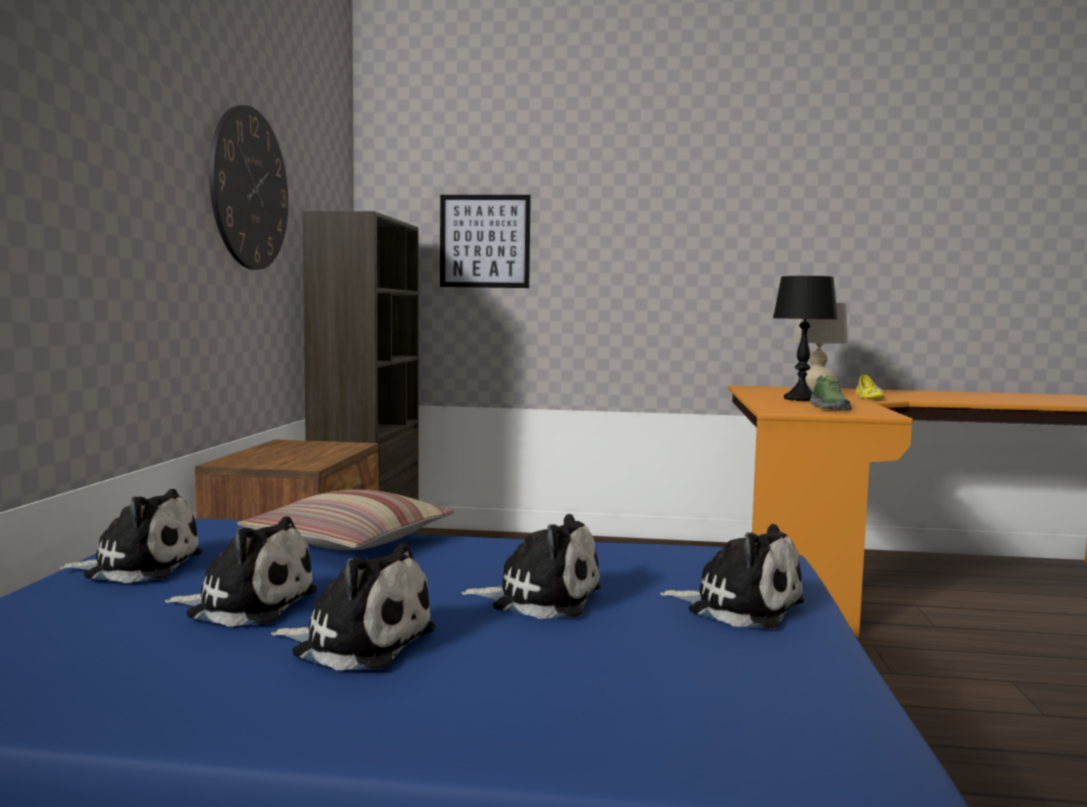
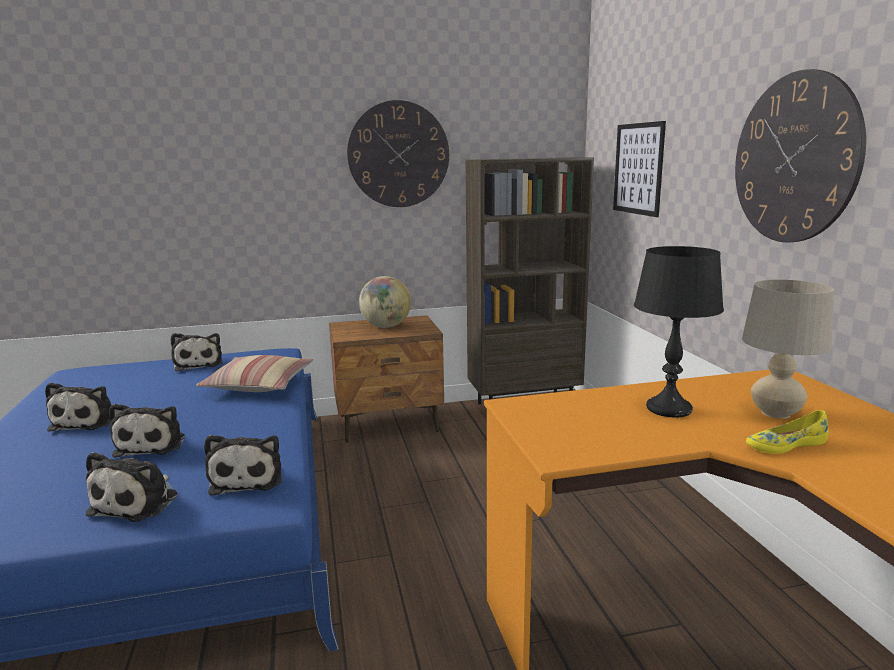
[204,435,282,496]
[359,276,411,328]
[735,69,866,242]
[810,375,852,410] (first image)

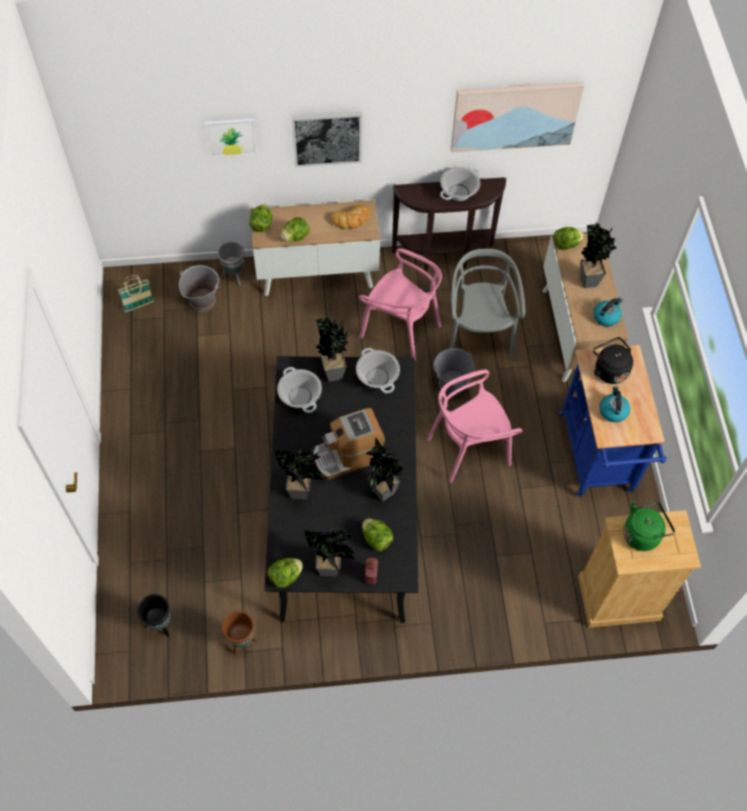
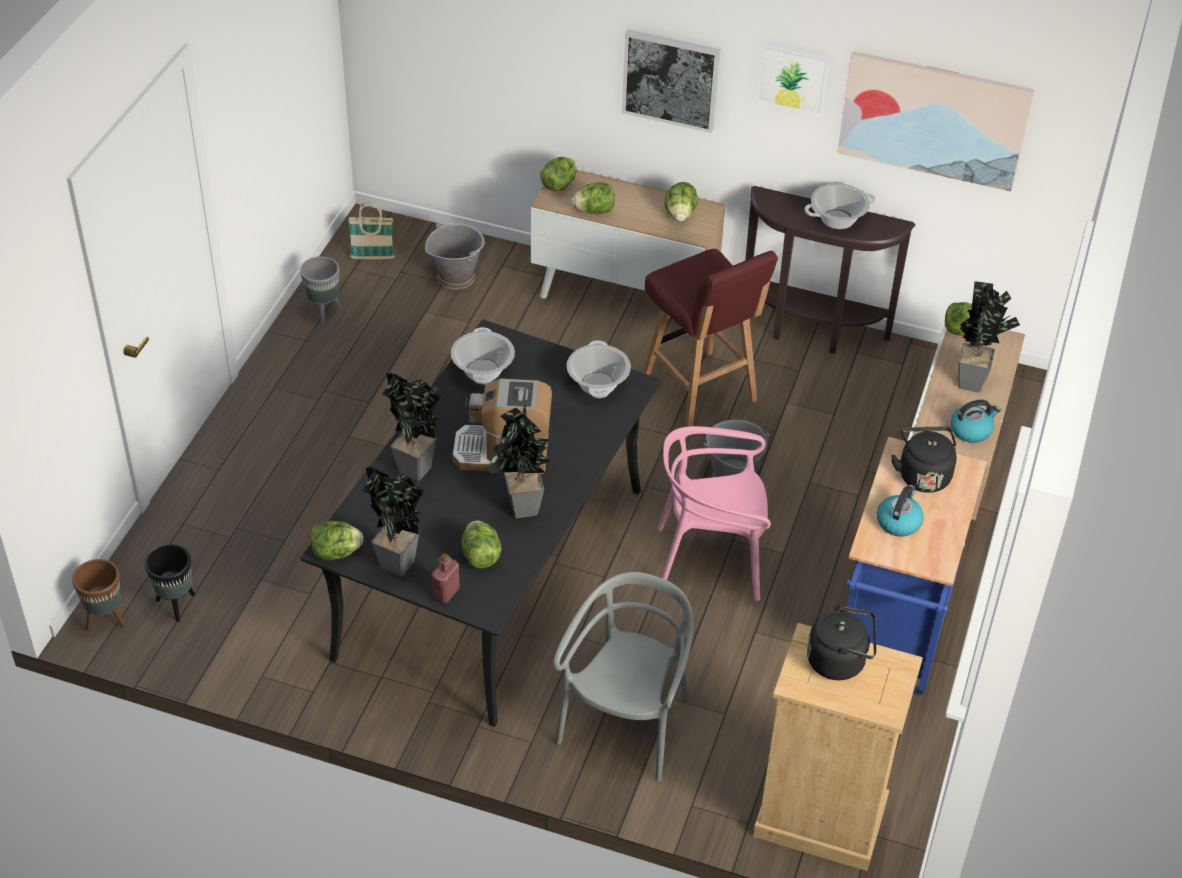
[72,559,126,631]
[300,256,341,326]
[553,572,694,781]
[643,249,778,427]
[664,182,698,222]
[756,43,830,116]
[807,604,876,680]
[316,317,353,382] (first image)

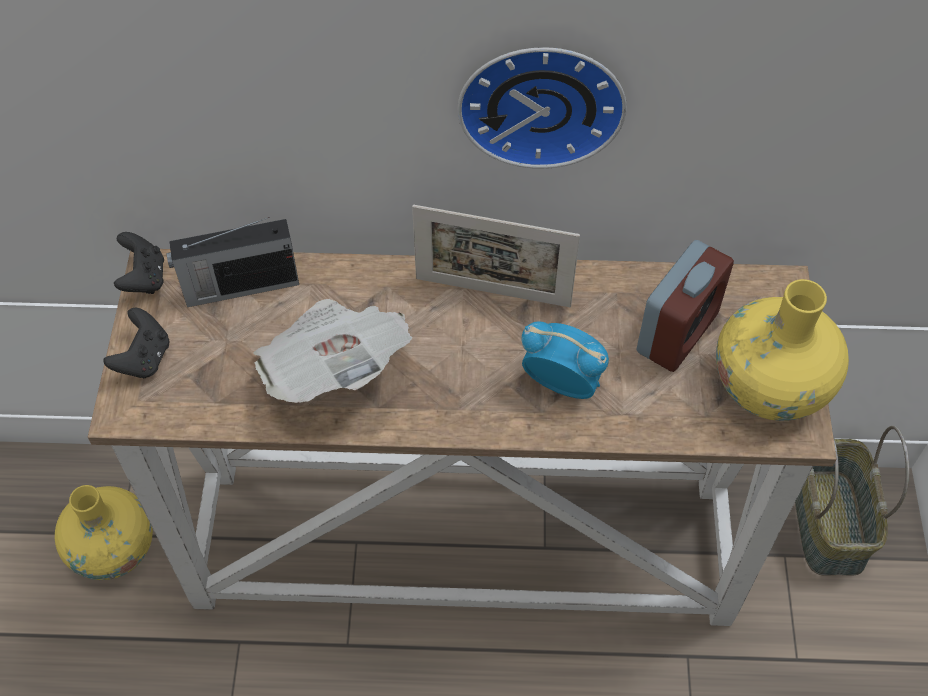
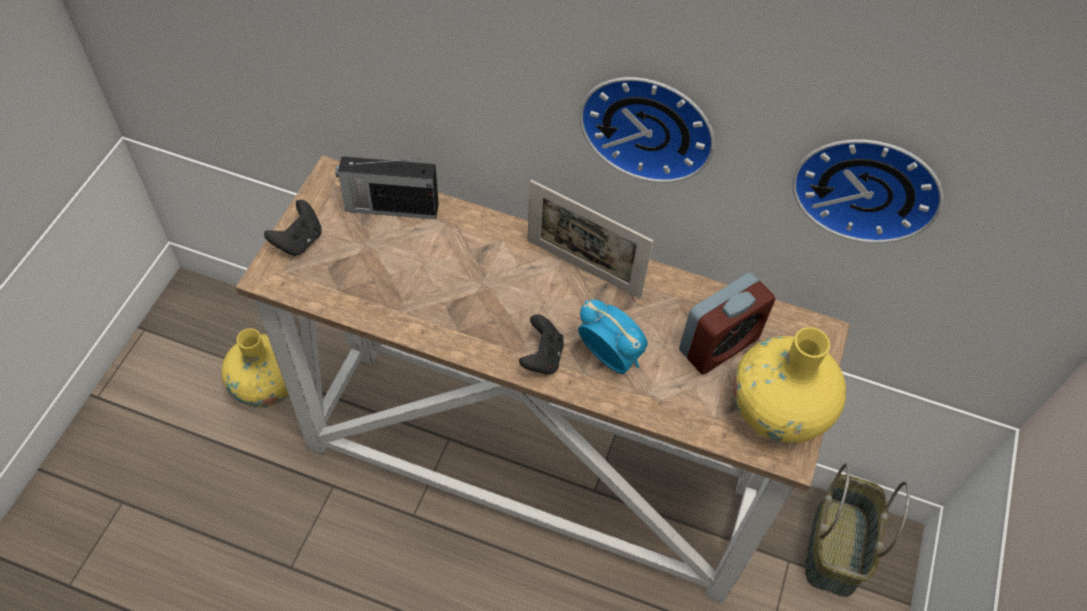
[519,314,564,374]
[792,139,943,243]
[253,299,412,403] (first image)

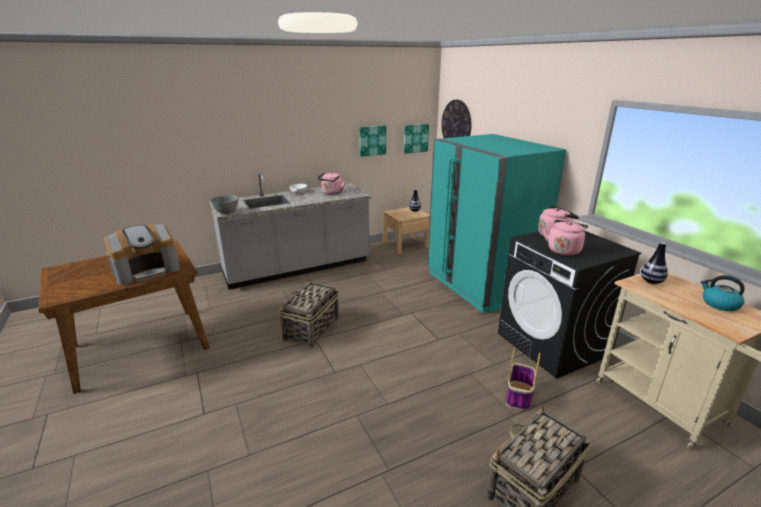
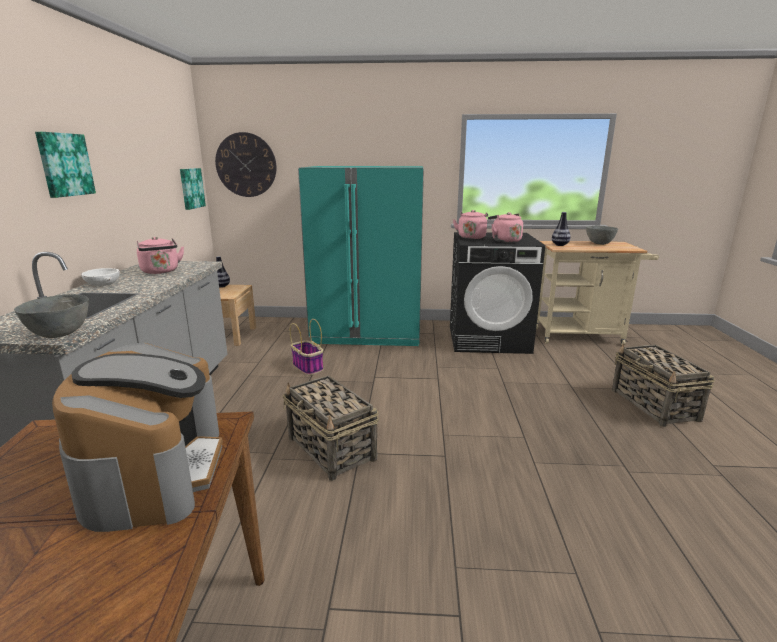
[35,132,96,198]
[290,319,323,375]
[586,226,618,245]

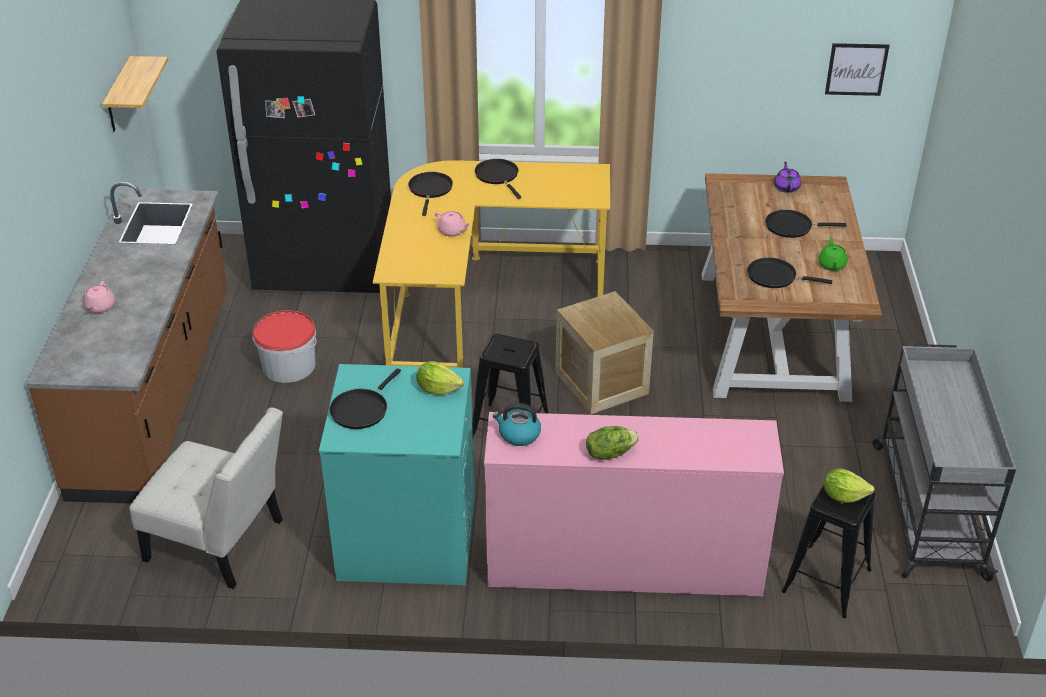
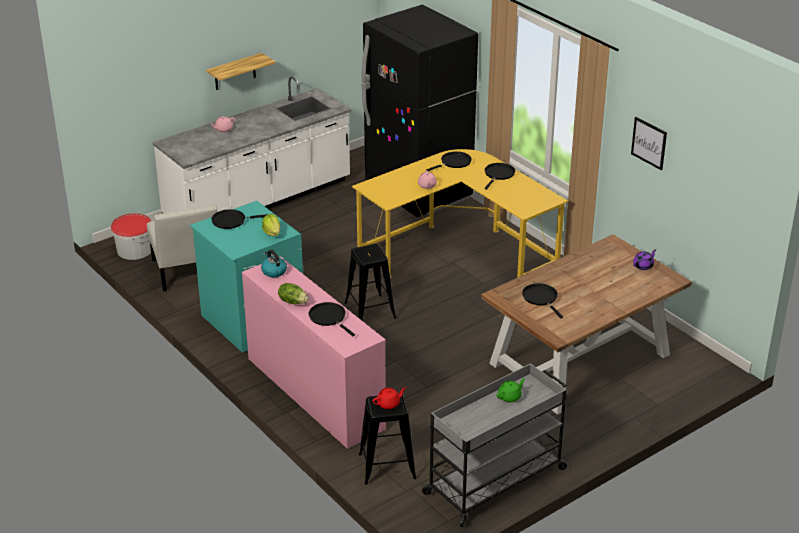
[111,213,151,260]
[153,76,352,214]
[206,53,275,90]
[309,302,355,337]
[373,387,406,409]
[496,378,525,402]
[631,117,667,170]
[555,291,654,414] (first image)

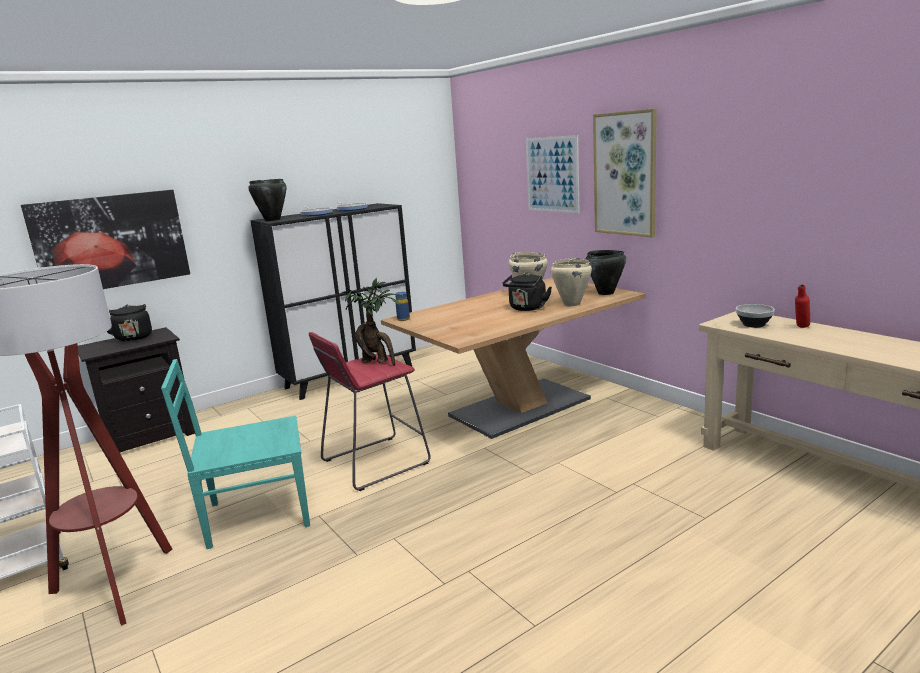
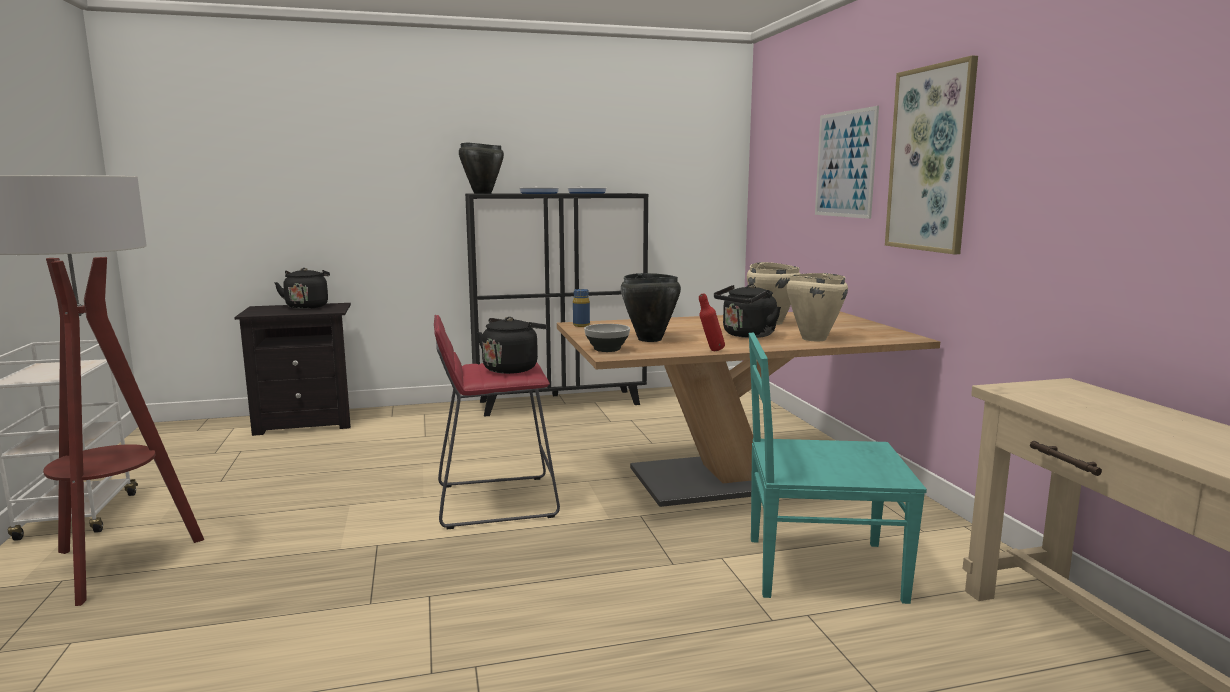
[477,317,547,374]
[584,324,630,352]
[621,273,681,342]
[699,293,725,351]
[749,333,927,604]
[21,190,190,289] (first image)

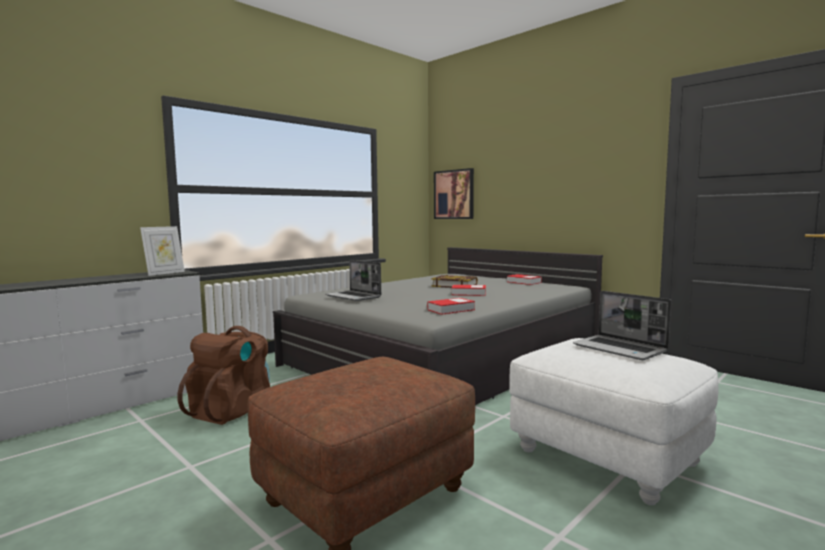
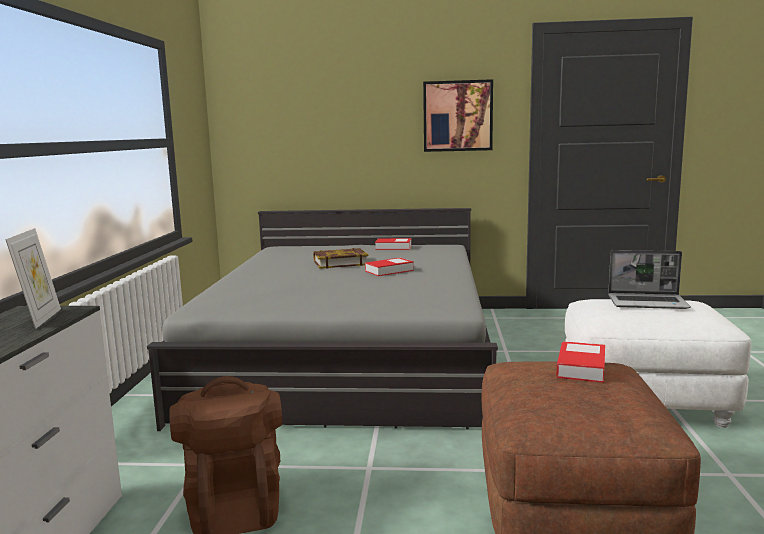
[423,79,493,152]
[556,341,605,383]
[325,260,381,301] (first image)

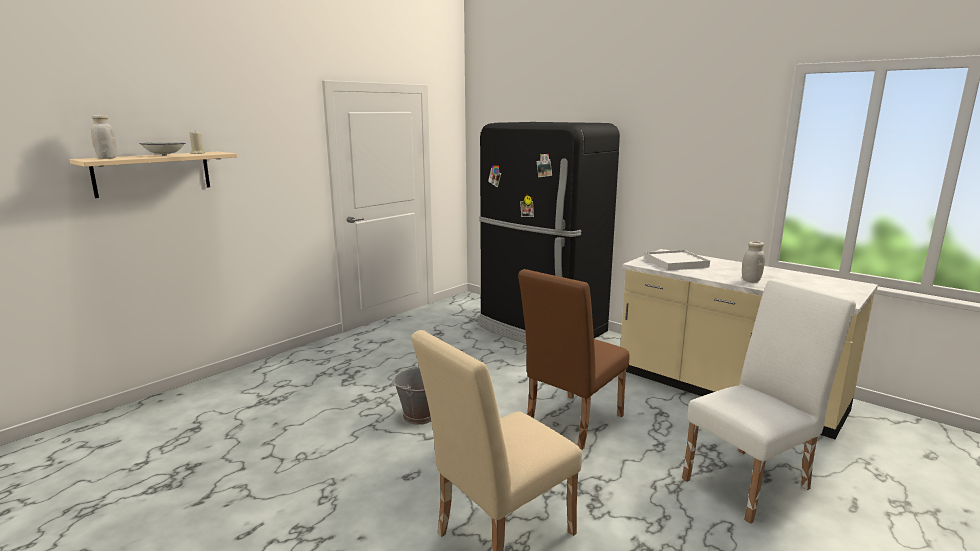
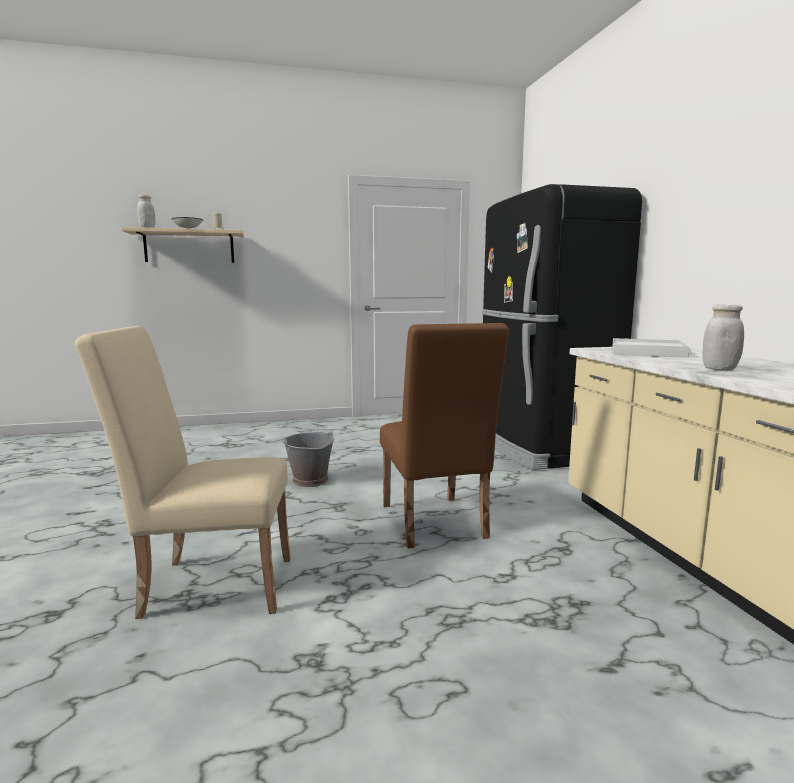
[380,323,509,548]
[682,279,856,524] (first image)

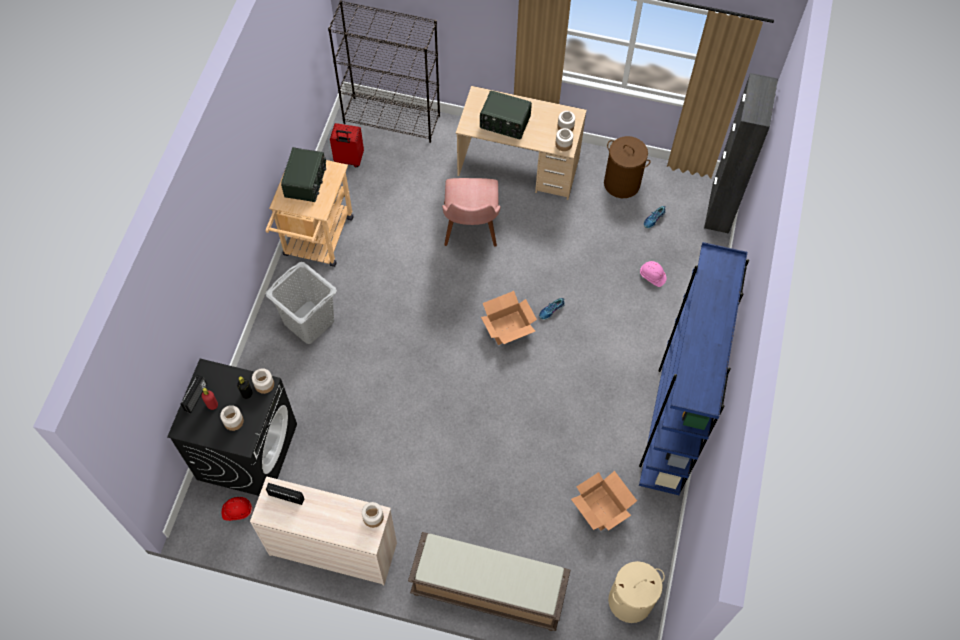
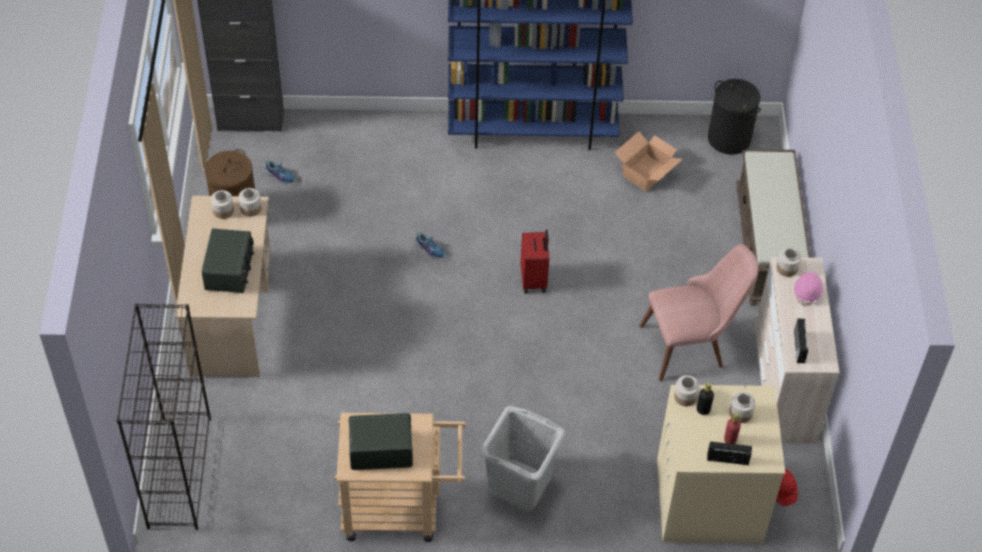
[521,229,549,293]
[639,244,759,381]
[657,385,785,543]
[708,79,761,155]
[794,272,823,307]
[481,291,537,345] (first image)

